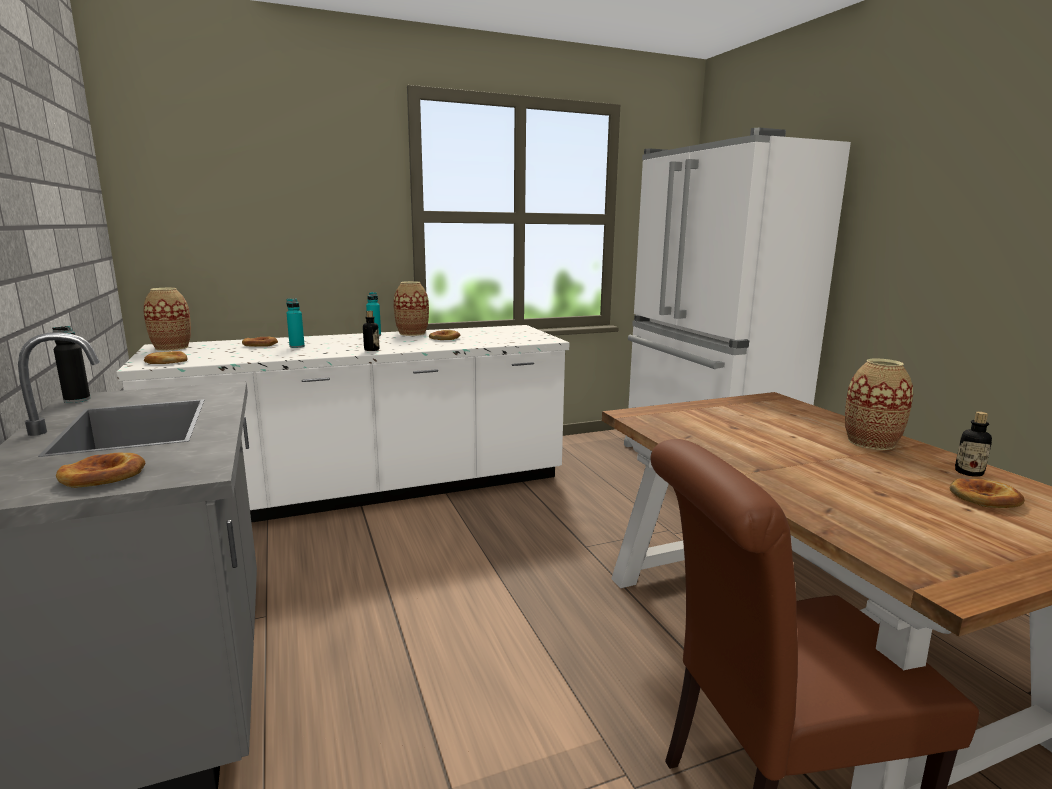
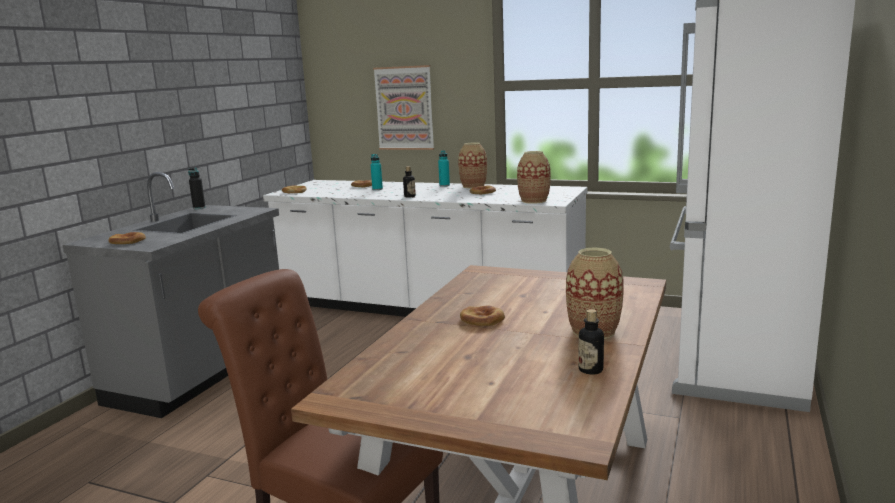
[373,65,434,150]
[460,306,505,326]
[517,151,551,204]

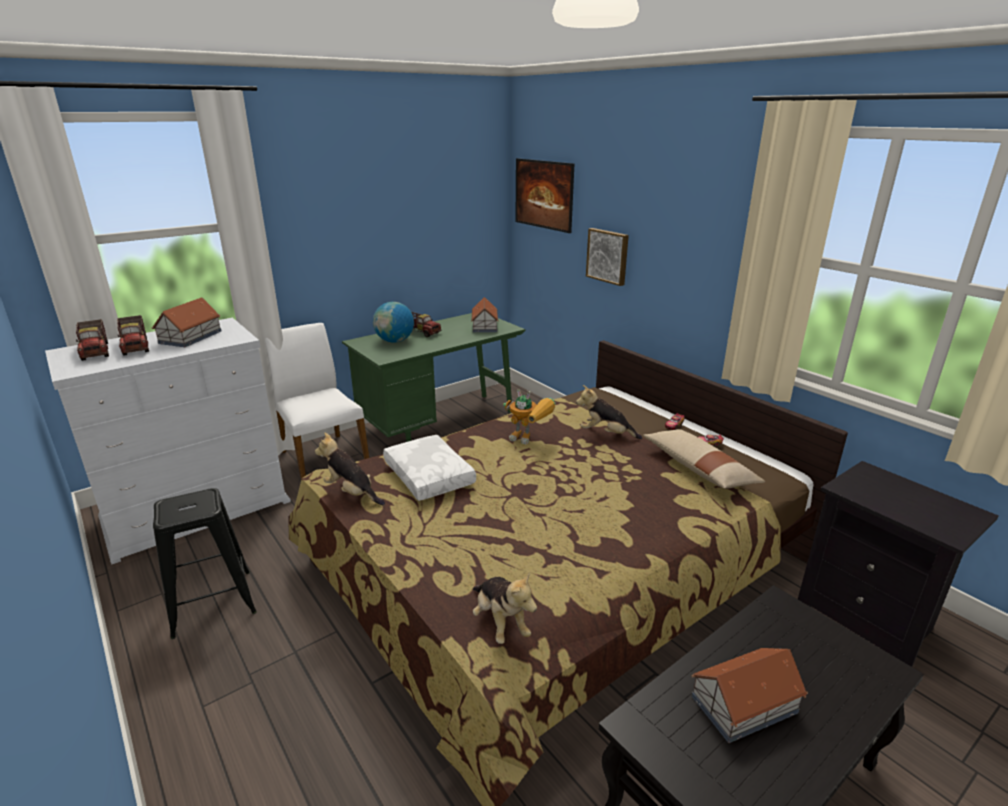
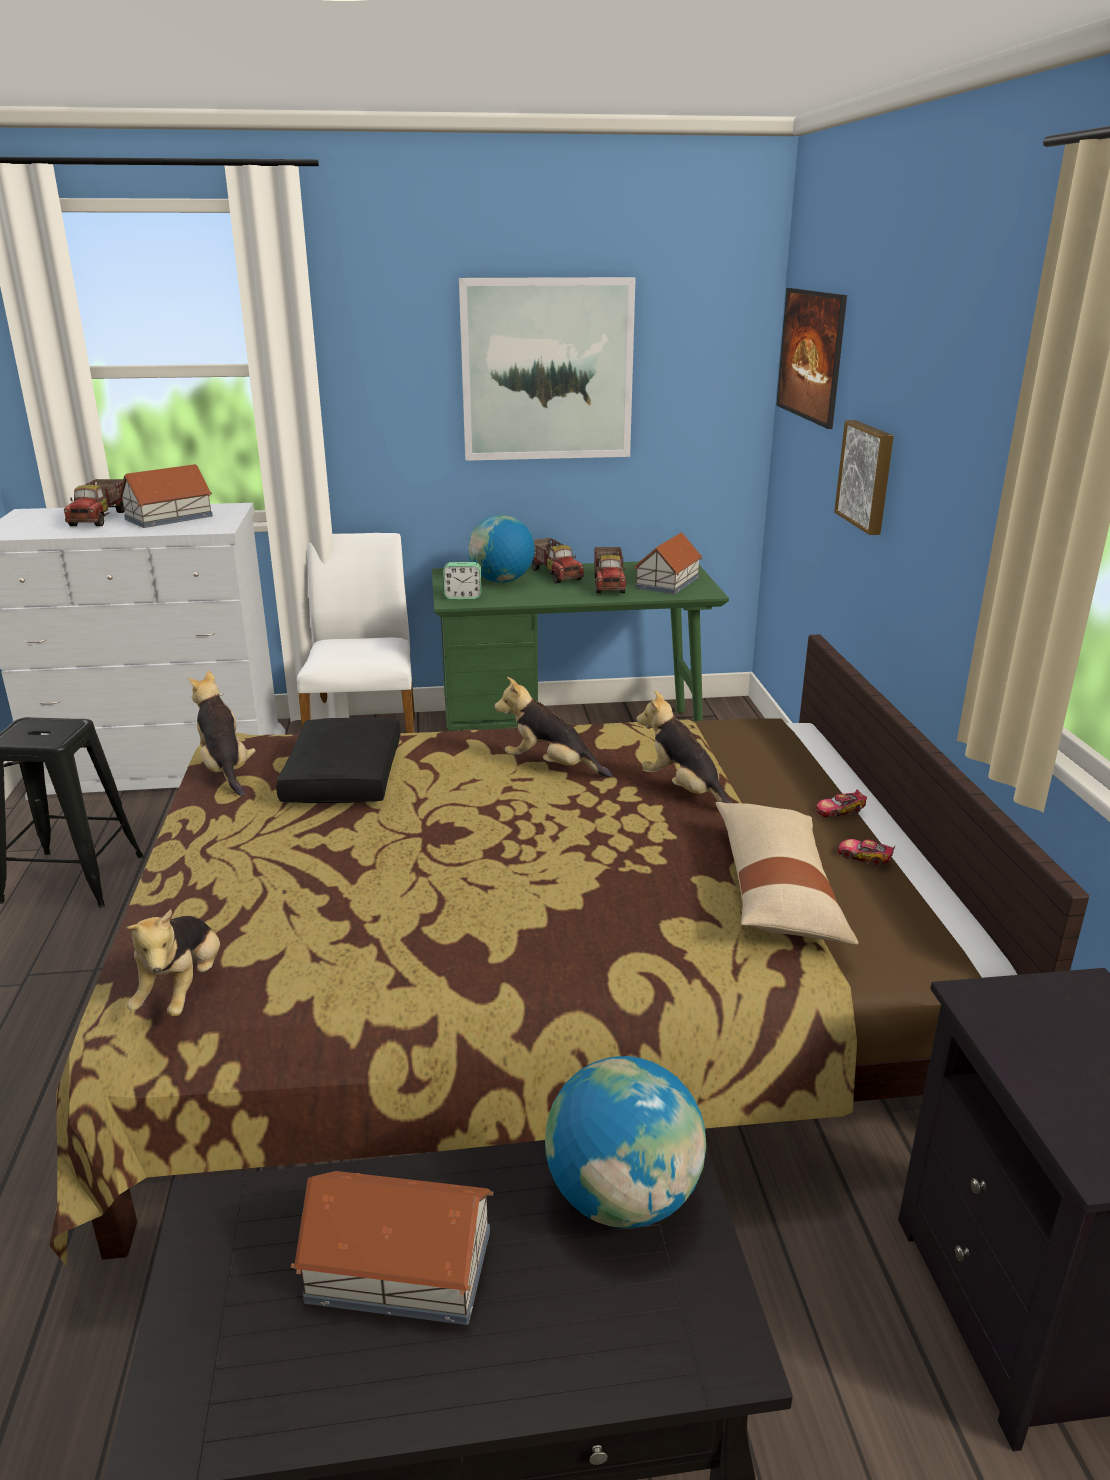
[276,718,401,803]
[443,562,482,599]
[459,277,636,461]
[494,677,612,777]
[545,1056,706,1229]
[594,547,626,593]

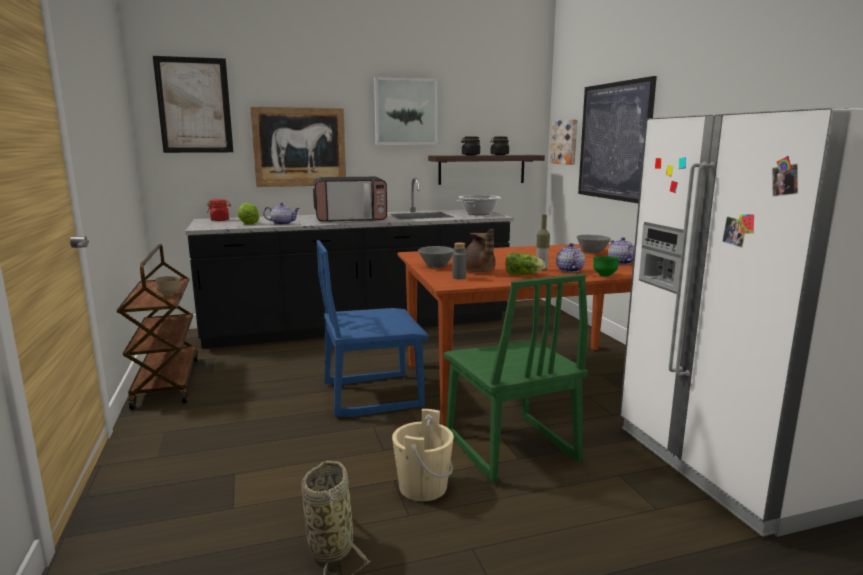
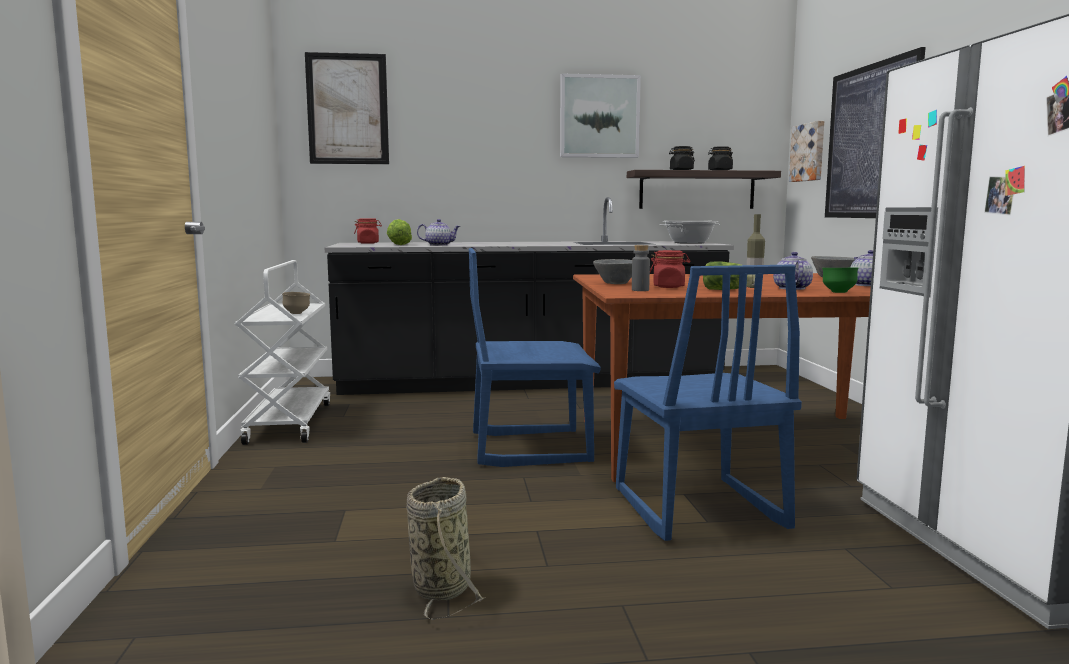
[235,260,330,445]
[614,264,802,541]
[650,250,690,288]
[250,107,346,187] (first image)
[313,177,387,222] (first image)
[392,409,454,501] (first image)

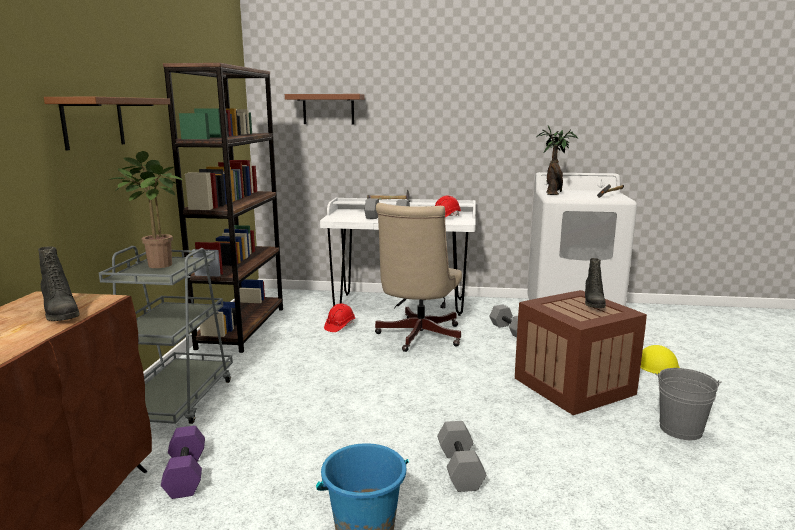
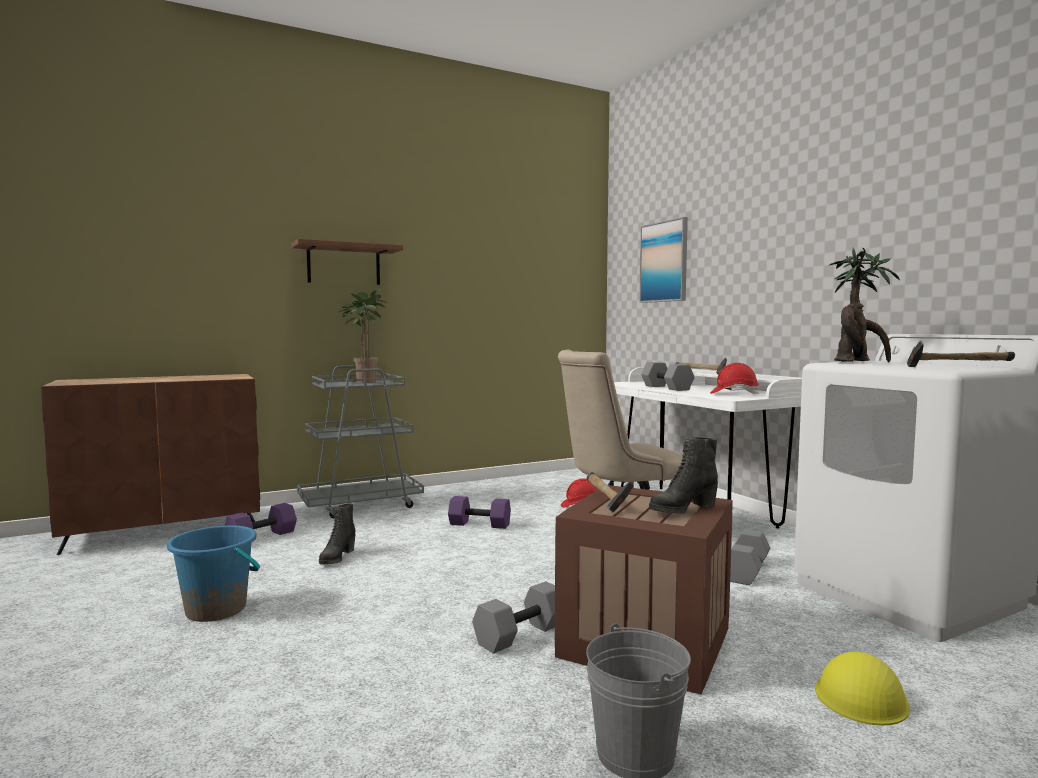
[319,503,356,565]
[448,496,511,529]
[472,581,555,654]
[586,472,634,513]
[639,217,688,303]
[163,63,283,353] (first image)

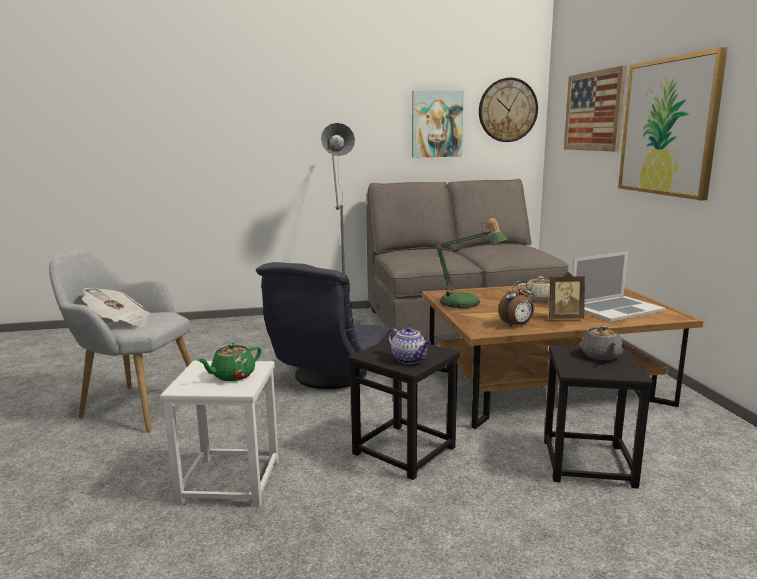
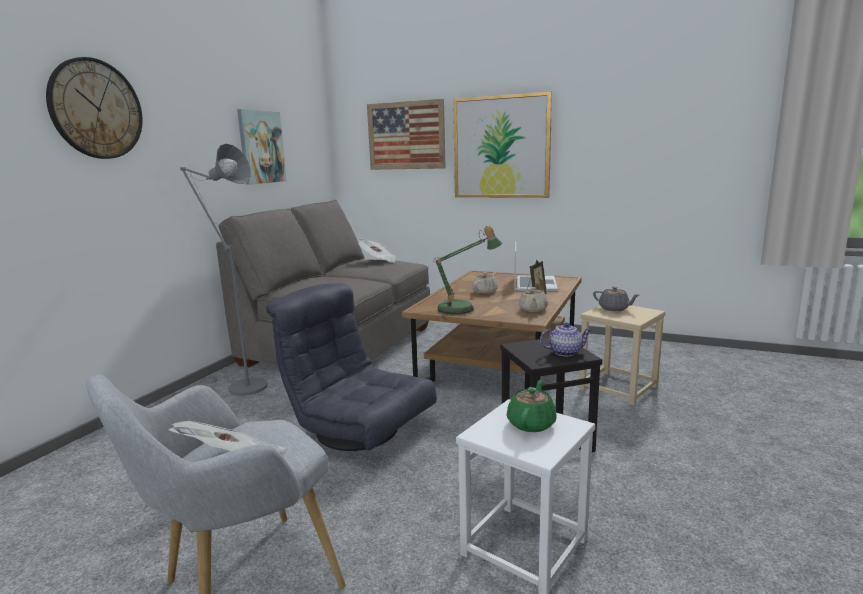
[46,57,143,159]
[266,283,437,451]
[358,238,396,263]
[507,380,557,432]
[519,287,548,312]
[579,305,666,406]

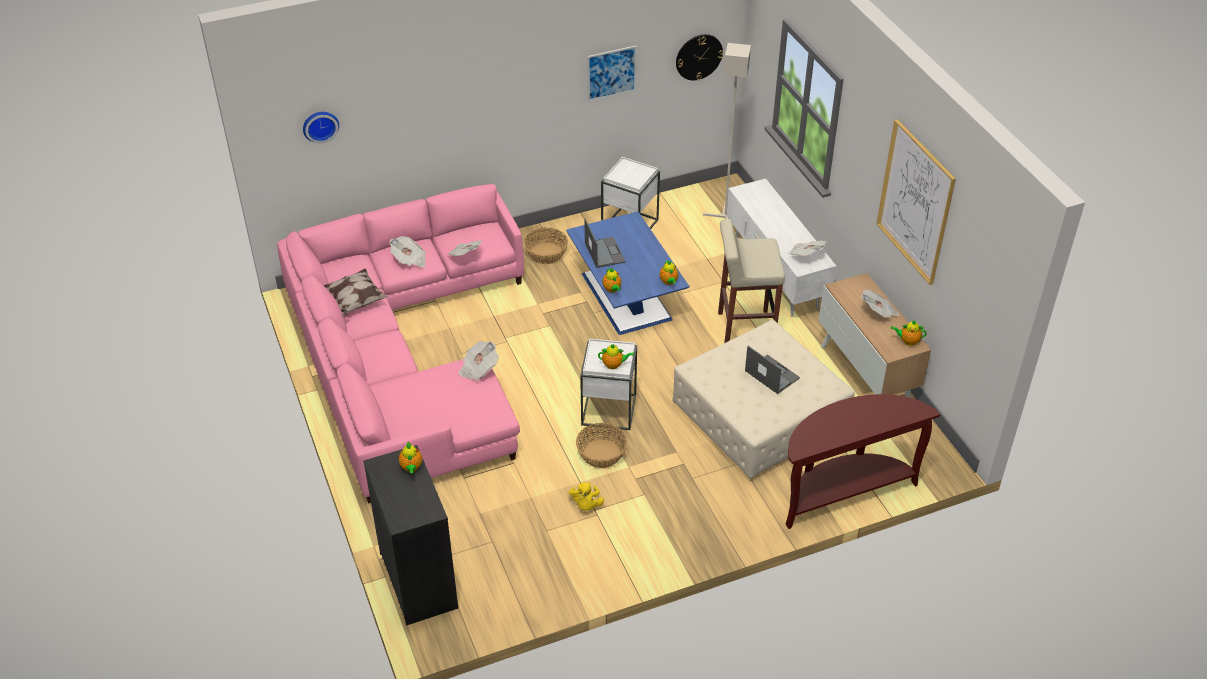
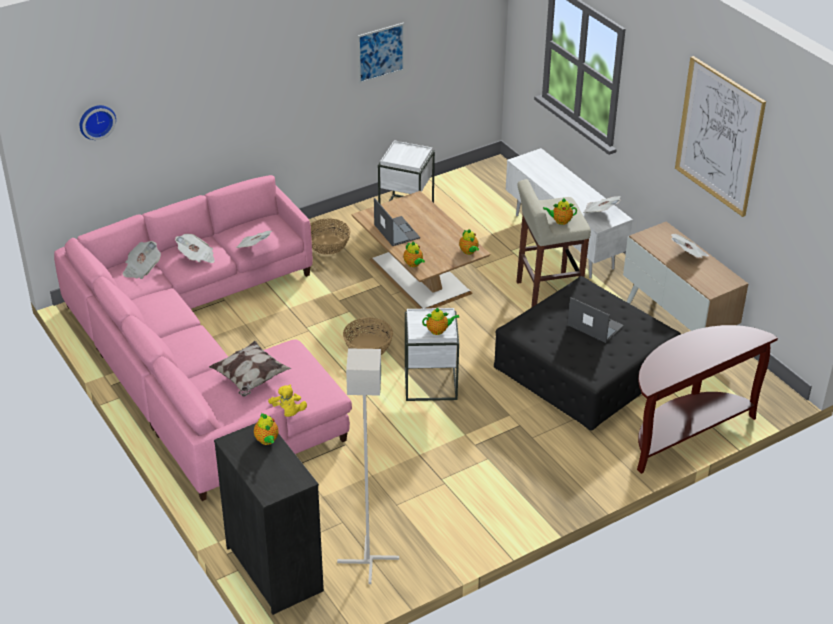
[123,241,161,279]
[209,341,291,396]
[268,385,307,417]
[337,348,399,584]
[343,317,393,355]
[352,191,491,309]
[494,276,681,431]
[543,198,577,225]
[676,34,723,80] (first image)

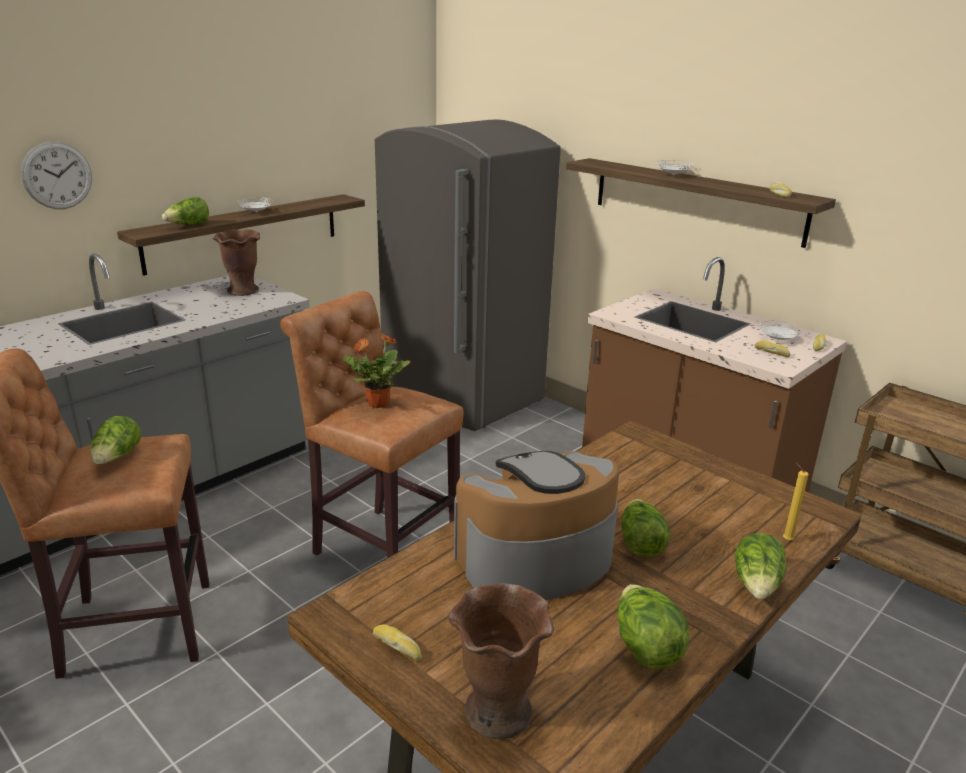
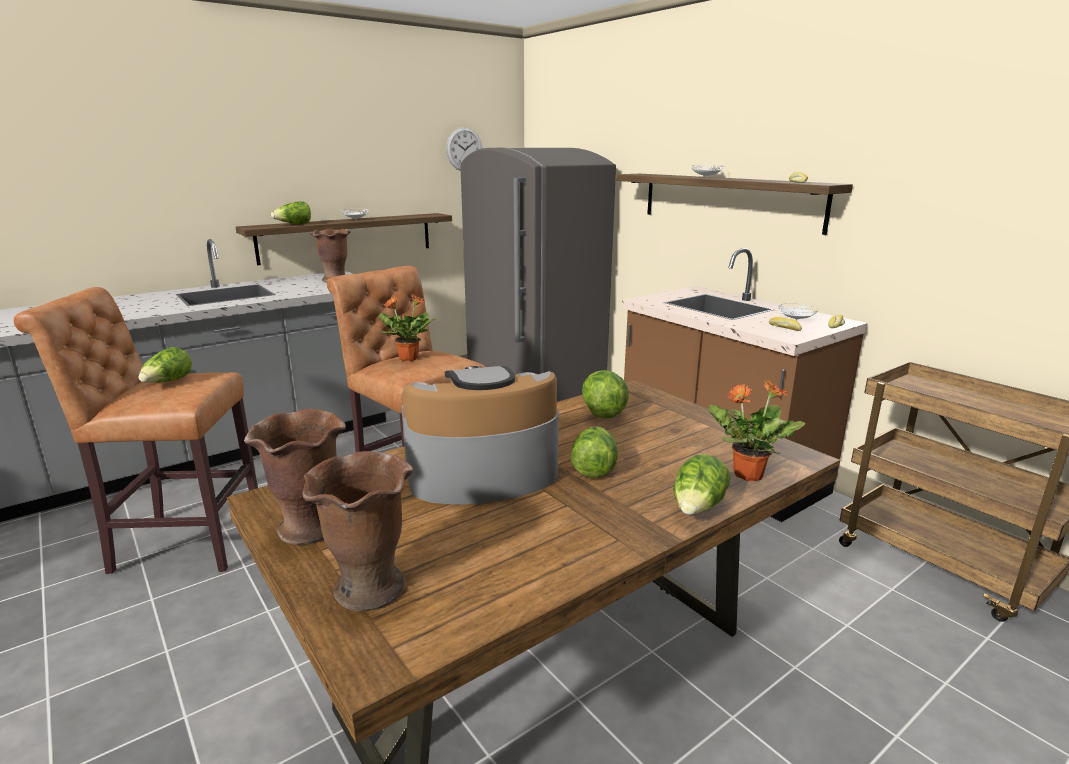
[244,409,346,545]
[446,127,482,171]
[582,370,629,419]
[708,381,805,481]

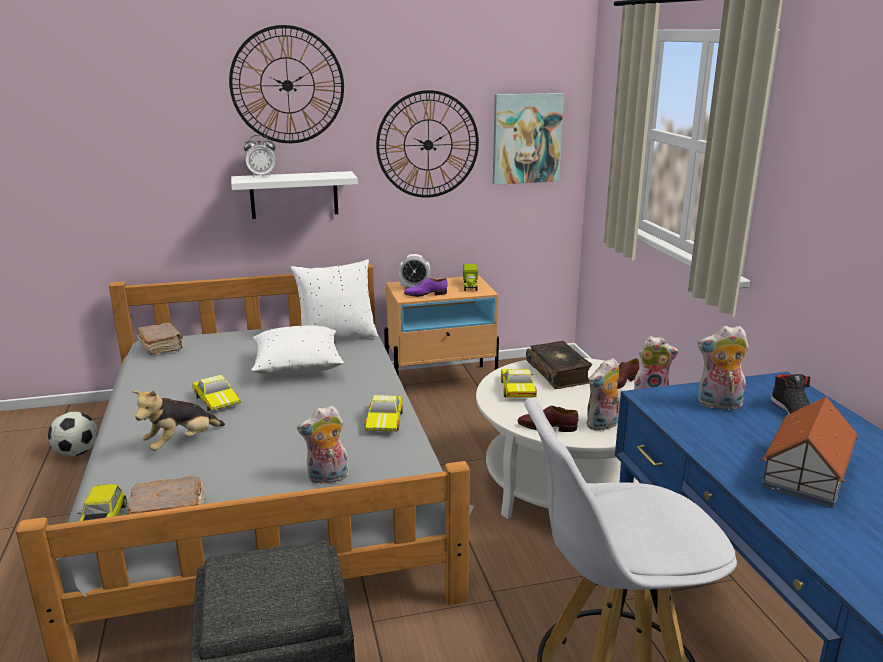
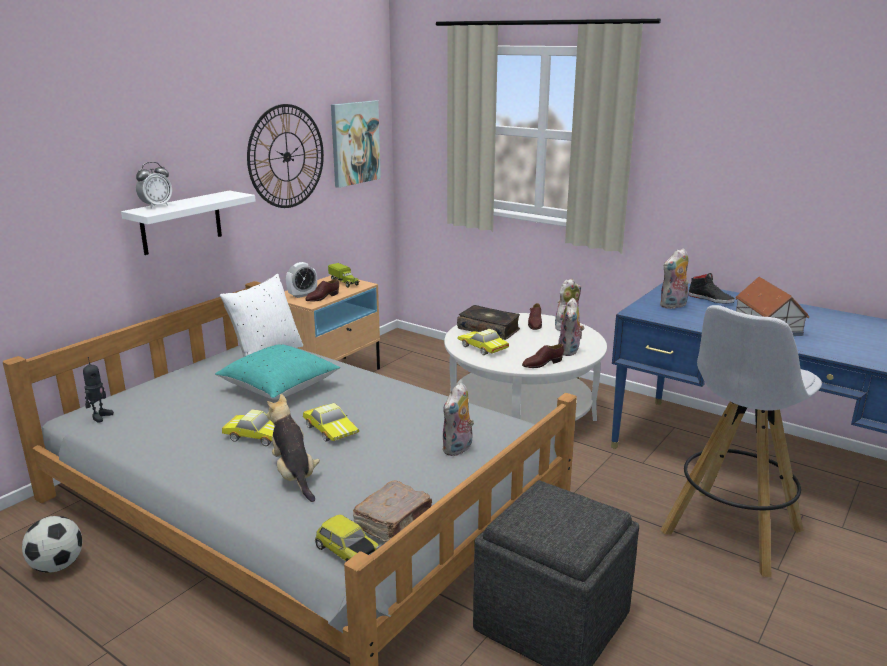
[83,357,114,423]
[215,344,340,400]
[267,394,320,502]
[303,403,359,442]
[305,279,339,302]
[229,25,344,143] (first image)

